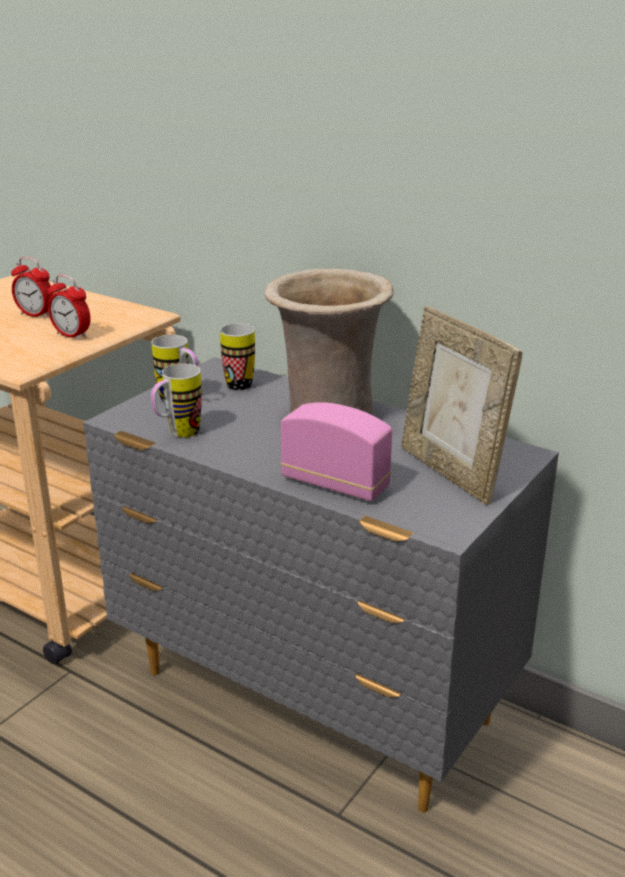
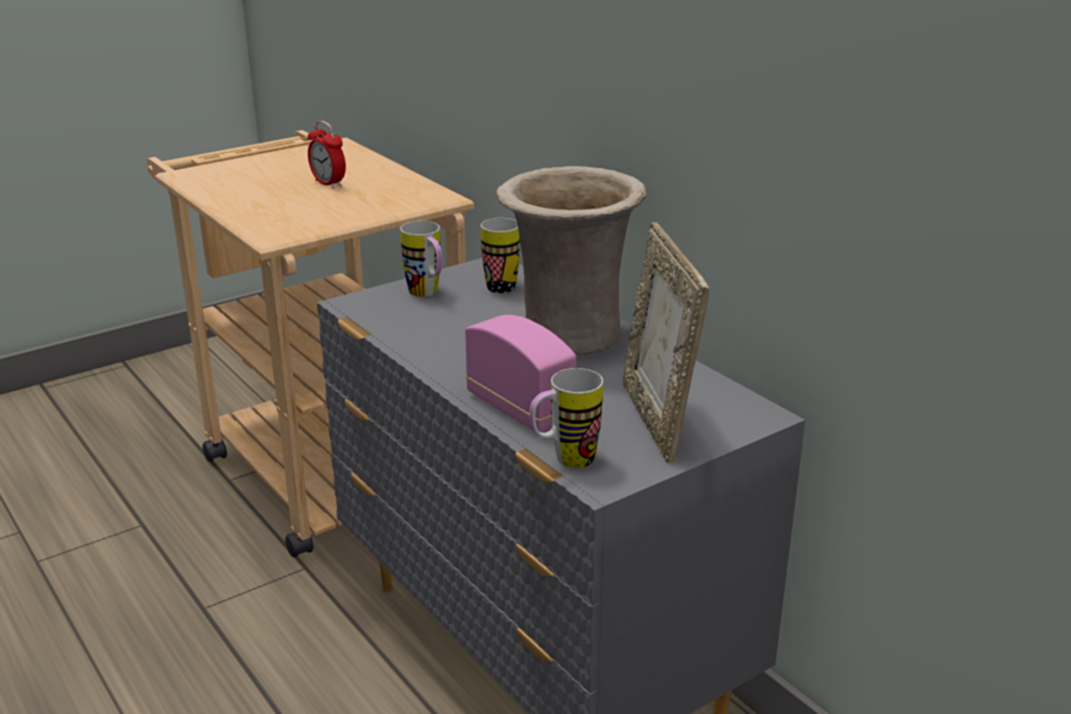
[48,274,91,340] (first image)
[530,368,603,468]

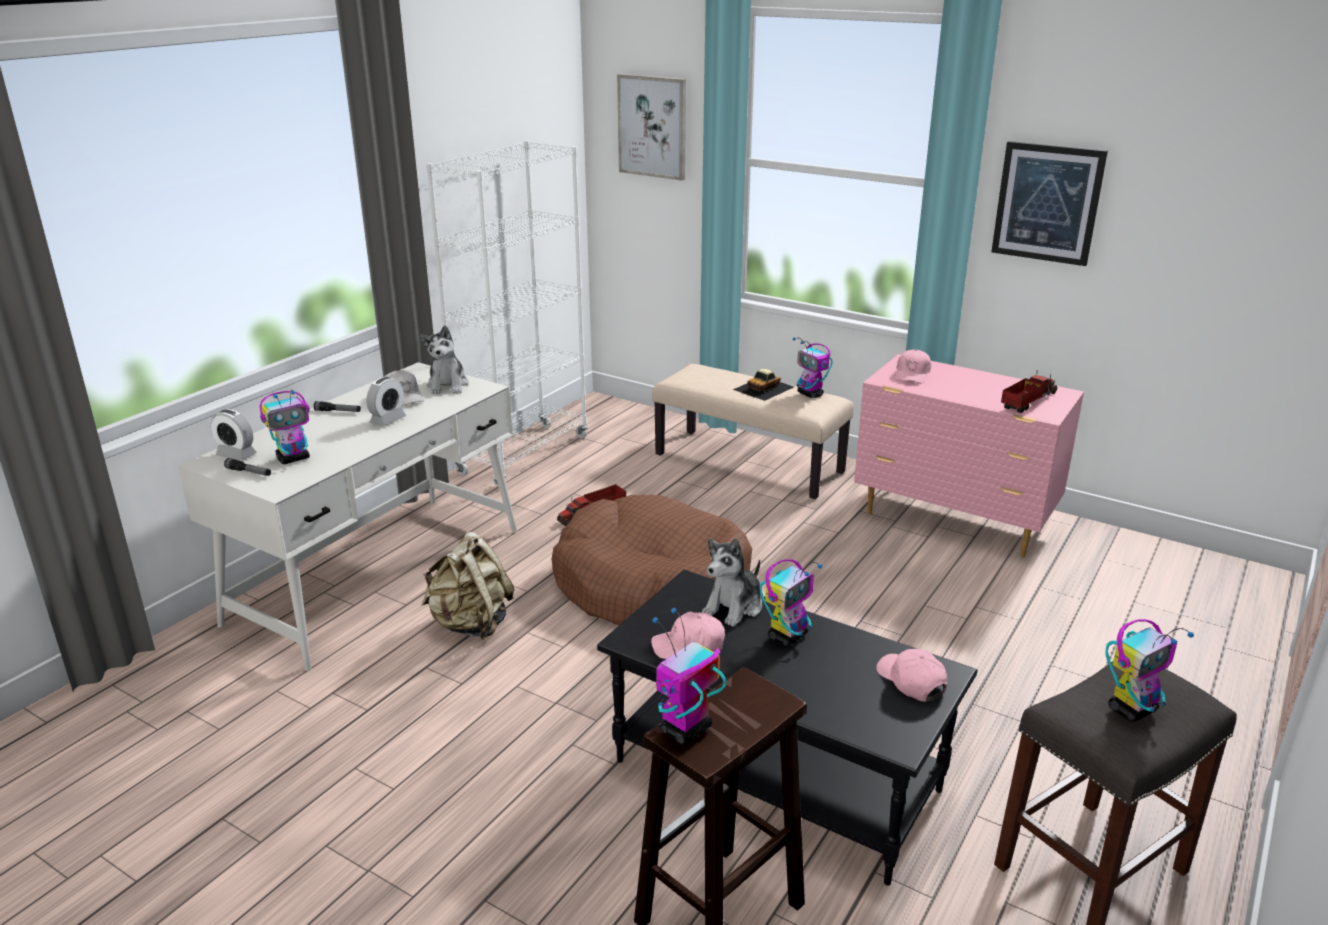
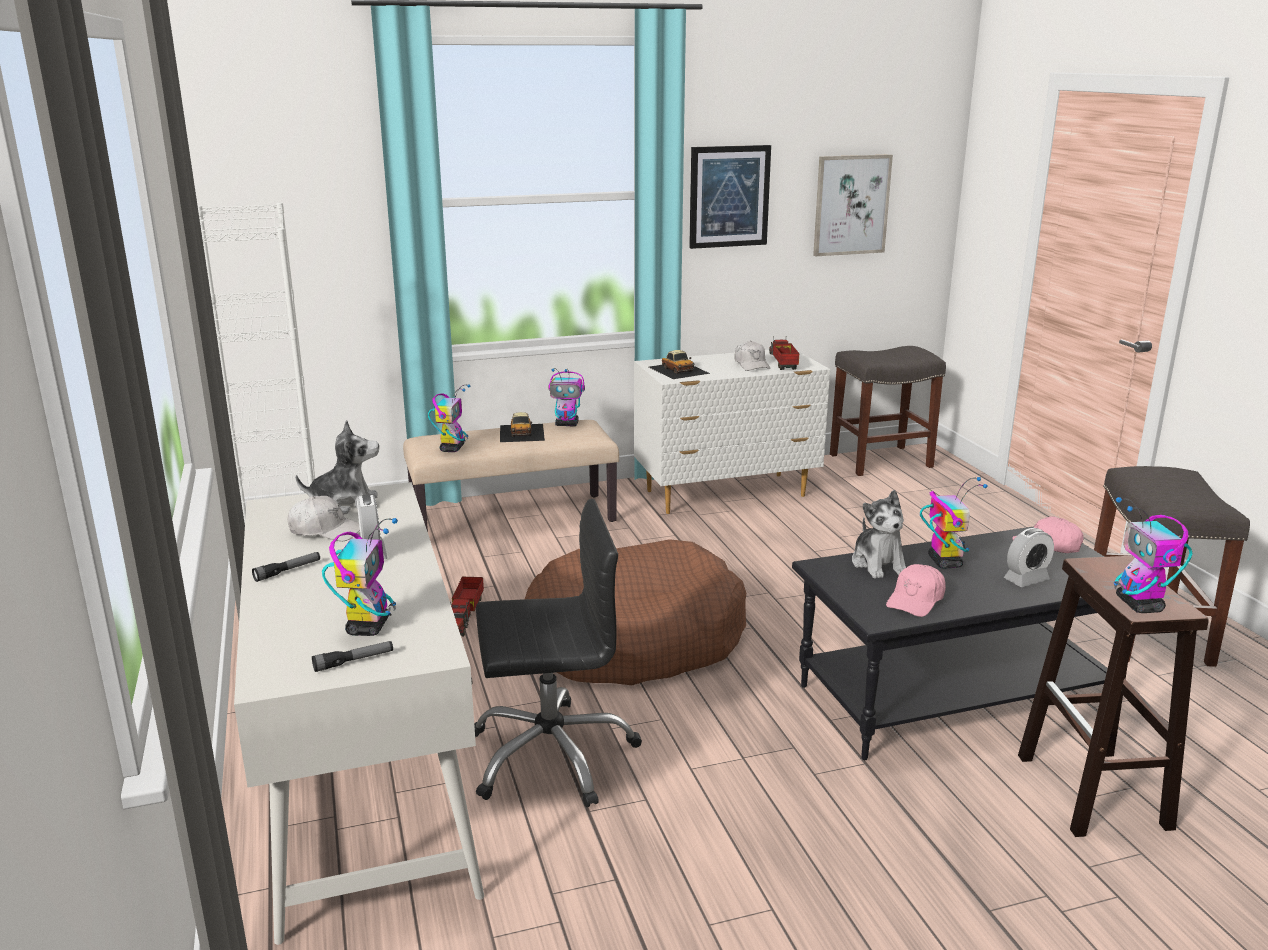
[734,341,770,371]
[830,346,946,476]
[1004,528,1054,587]
[813,154,893,256]
[428,384,470,452]
[474,499,642,807]
[649,350,710,379]
[634,350,830,514]
[295,420,379,514]

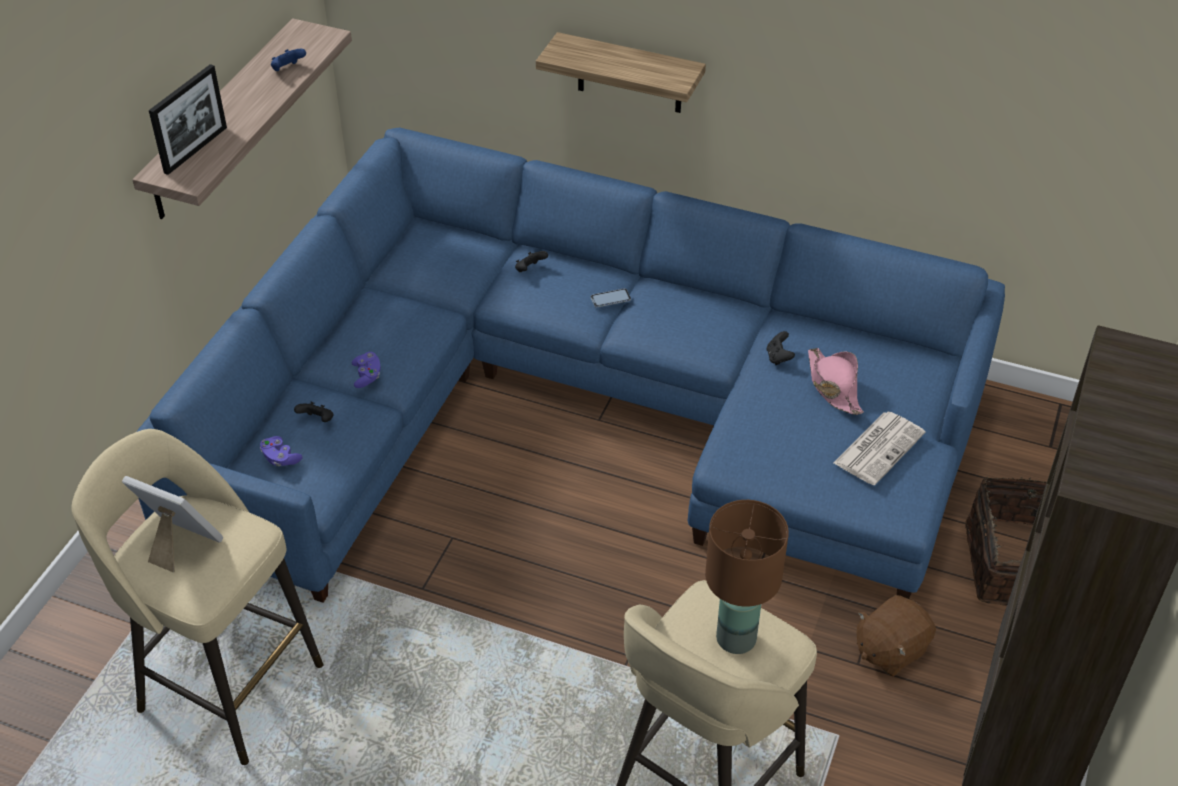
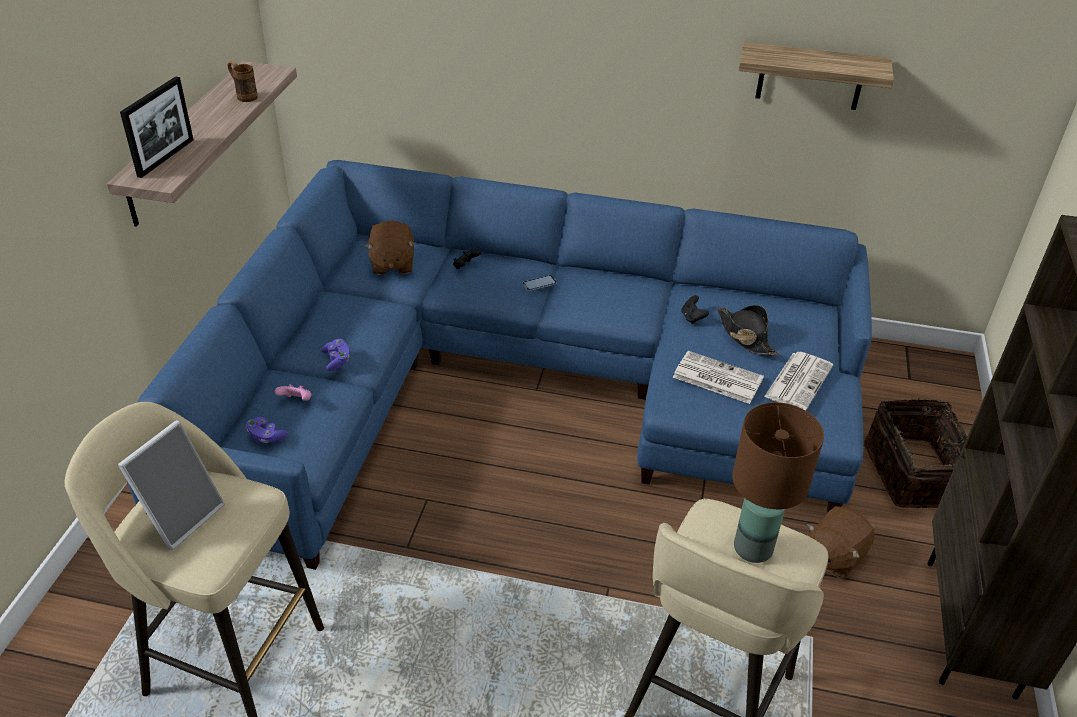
[365,220,416,275]
[673,351,764,404]
[739,42,894,110]
[228,61,258,102]
[275,384,312,401]
[717,305,779,356]
[118,420,225,550]

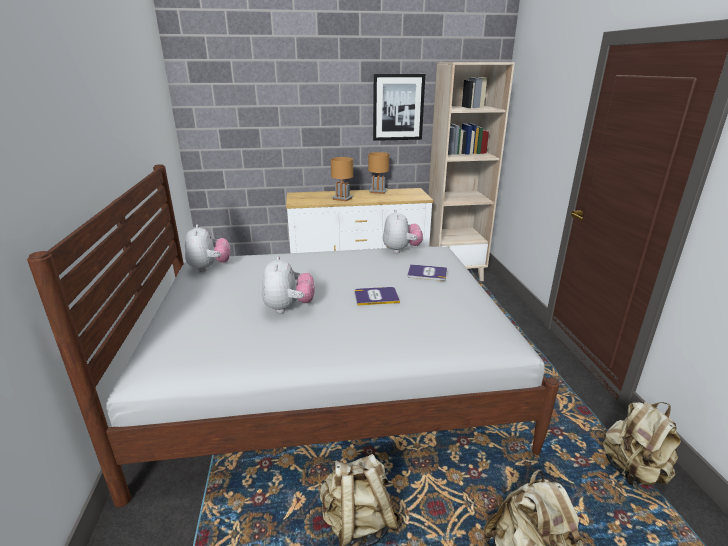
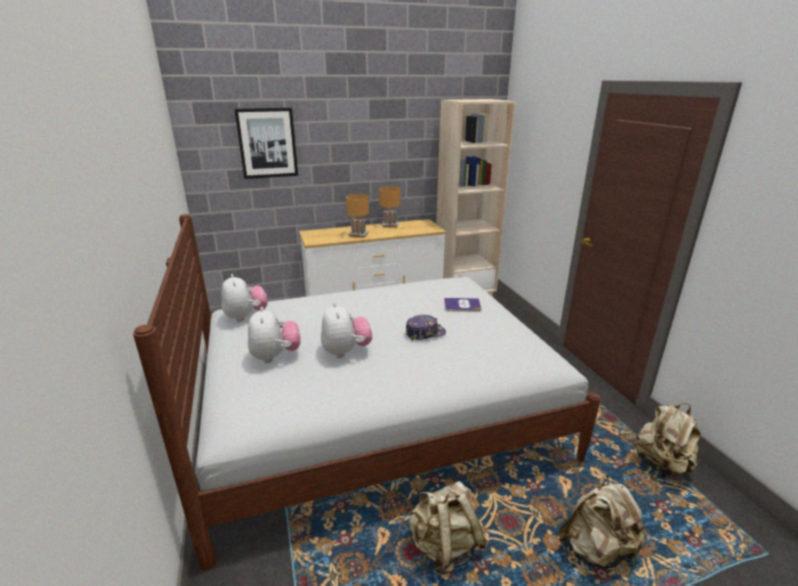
[234,108,298,179]
[248,307,301,363]
[406,315,446,341]

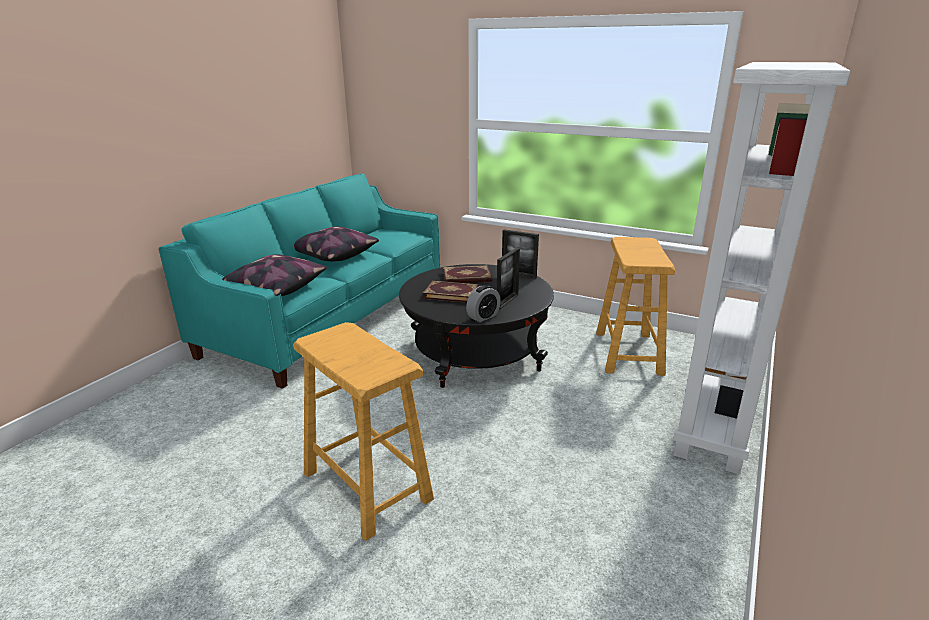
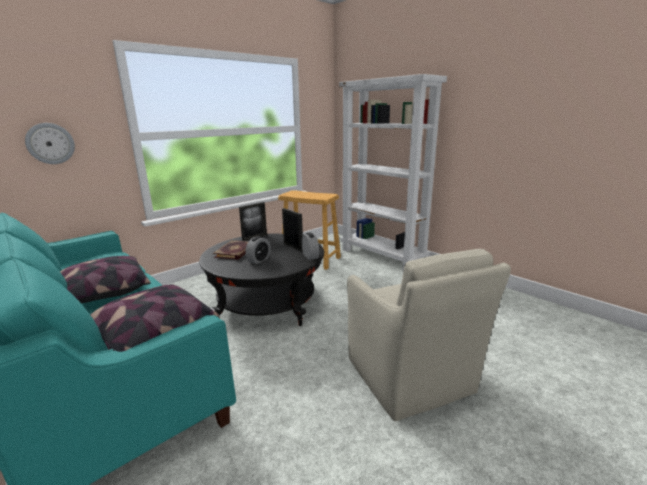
[25,123,75,164]
[347,249,511,421]
[245,236,271,264]

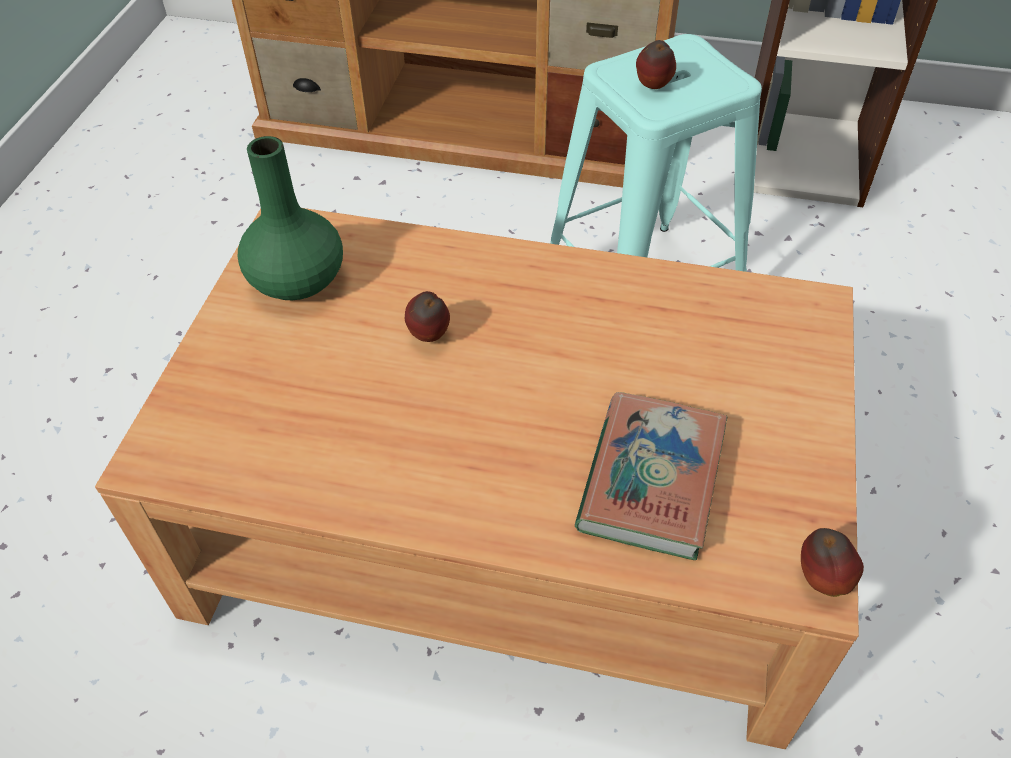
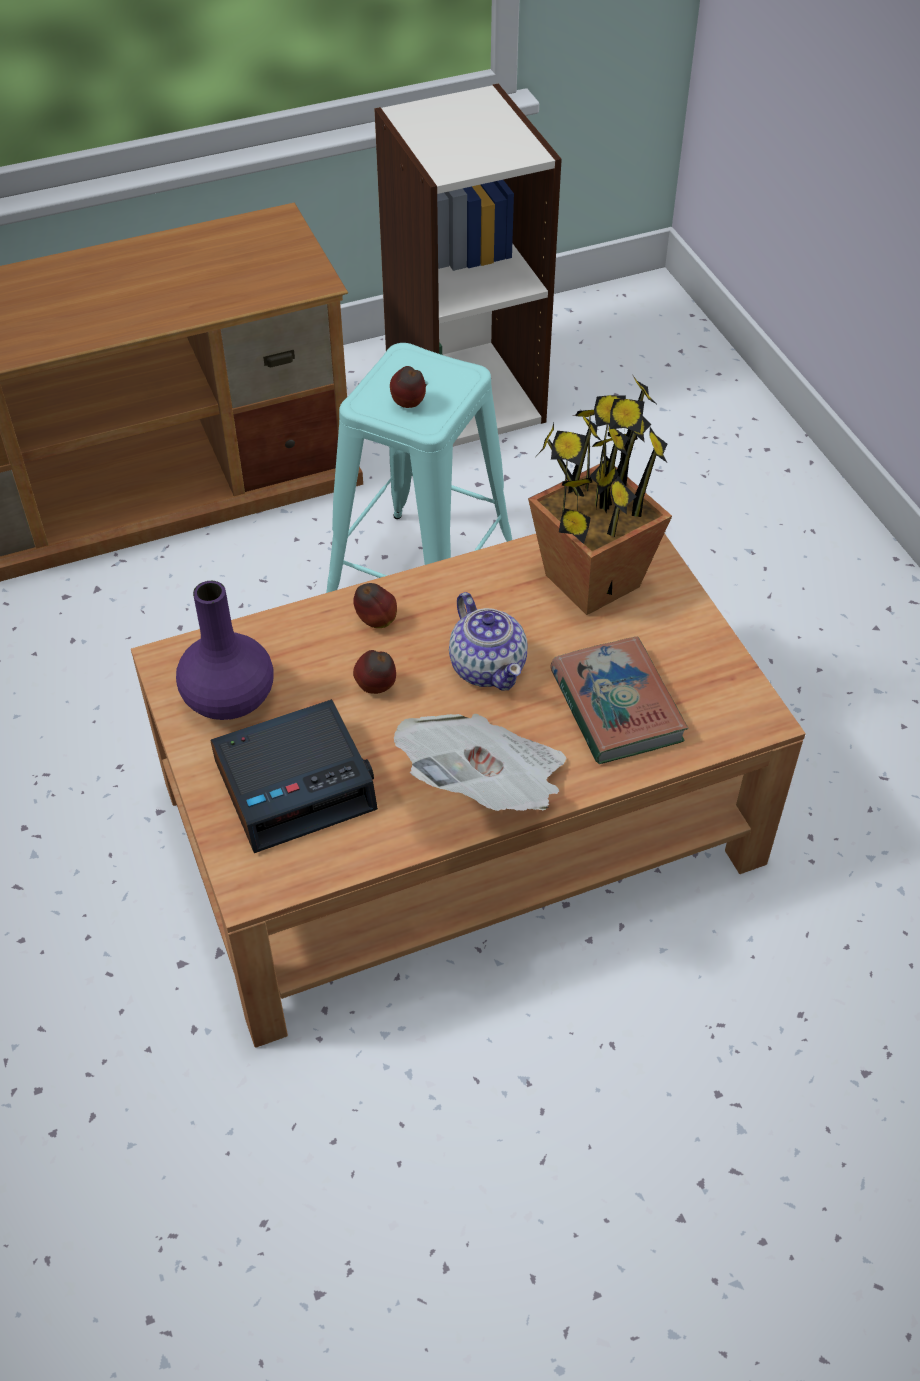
[210,699,378,853]
[394,714,566,811]
[449,592,528,690]
[528,376,672,615]
[353,583,397,628]
[176,581,274,720]

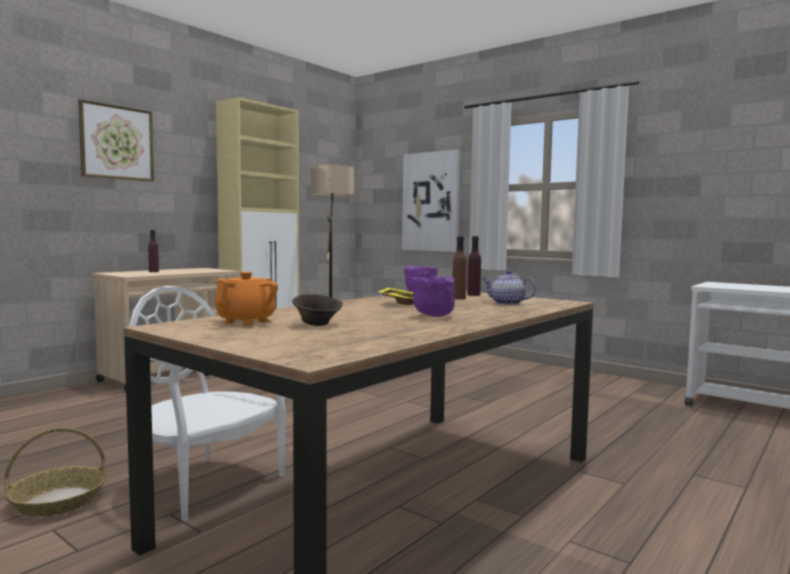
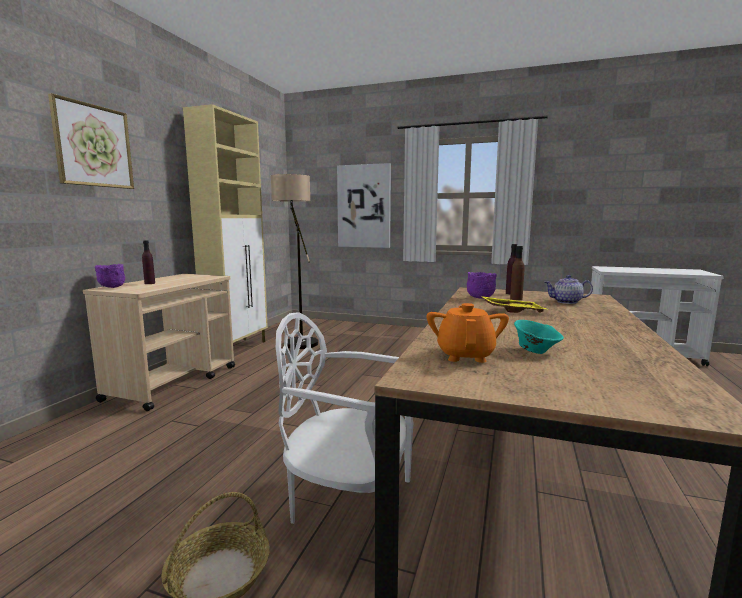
[95,264,125,288]
[514,320,564,354]

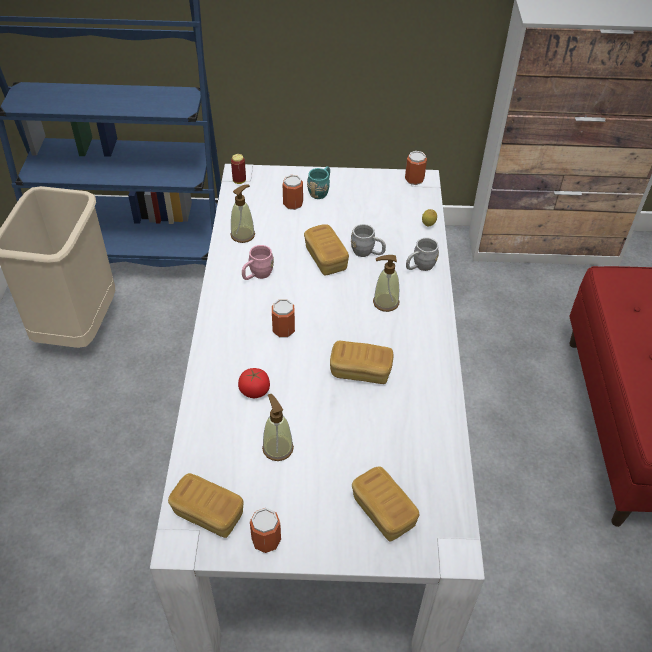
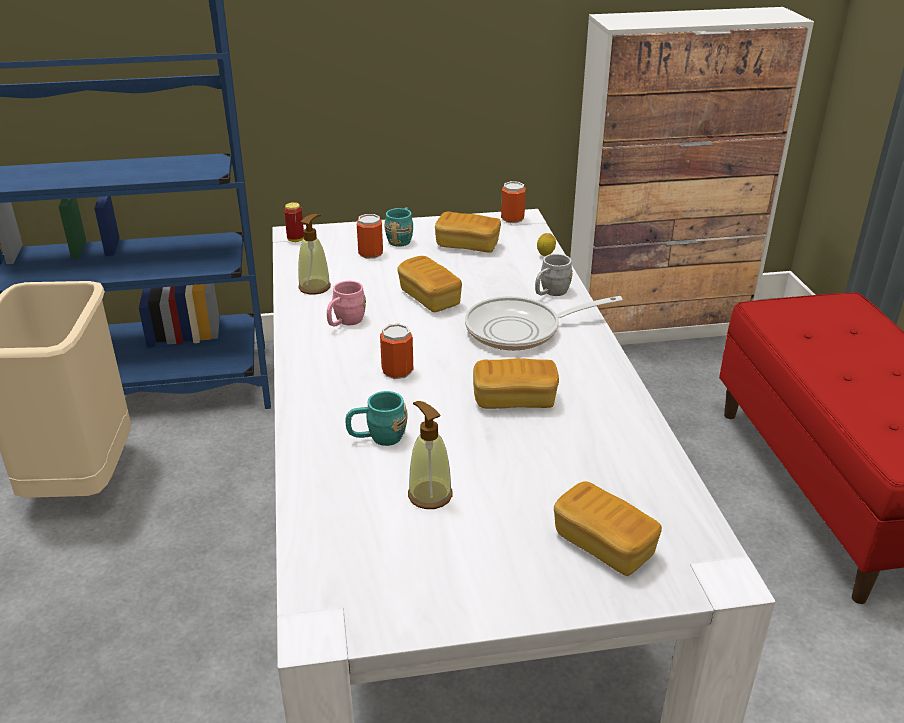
[250,508,281,553] (first image)
[351,224,386,257] (first image)
[435,211,501,253]
[345,391,408,446]
[465,296,623,350]

